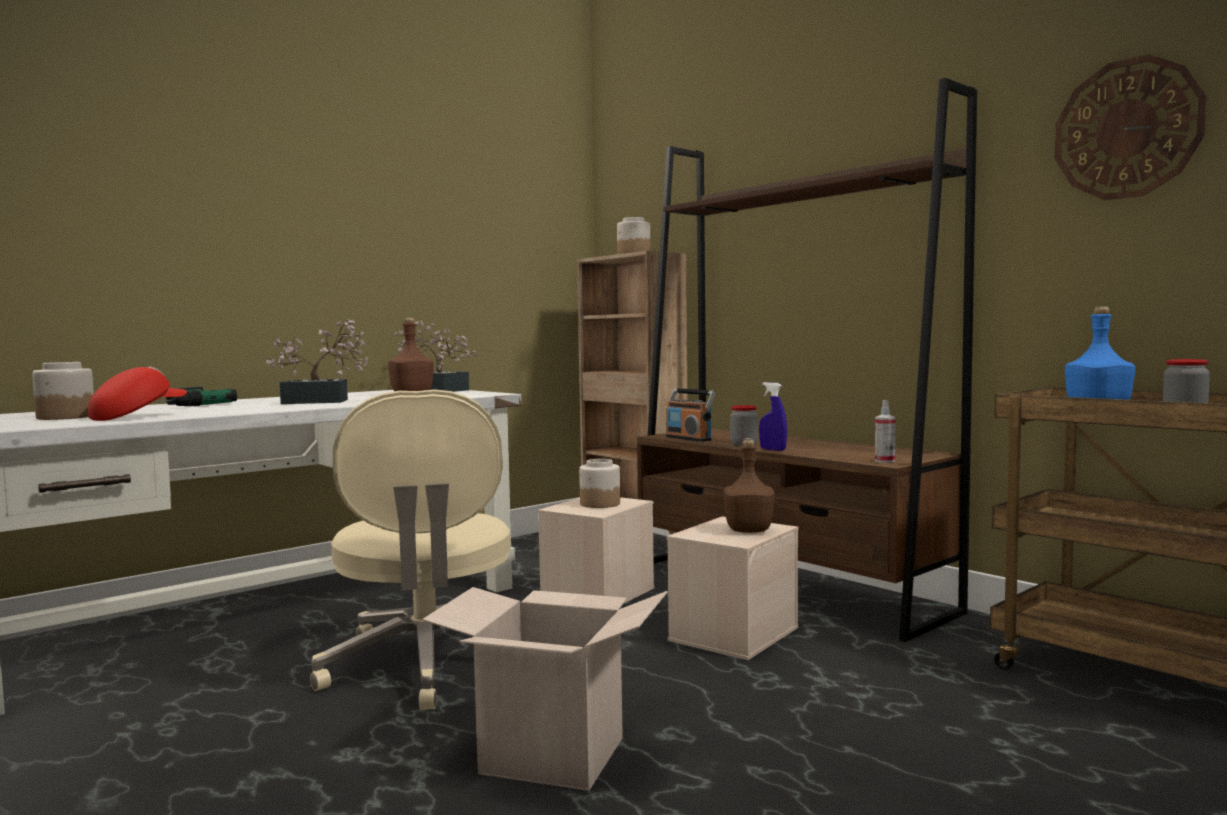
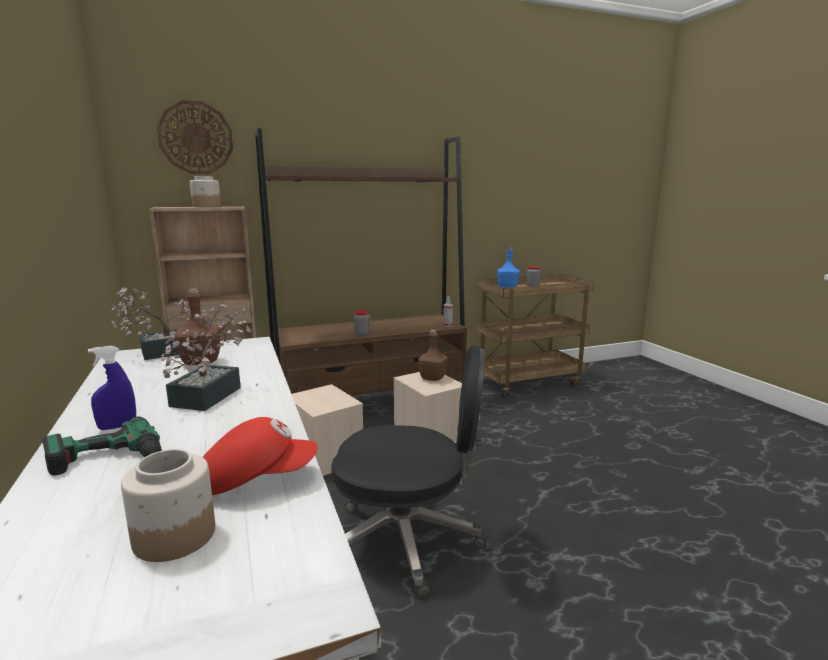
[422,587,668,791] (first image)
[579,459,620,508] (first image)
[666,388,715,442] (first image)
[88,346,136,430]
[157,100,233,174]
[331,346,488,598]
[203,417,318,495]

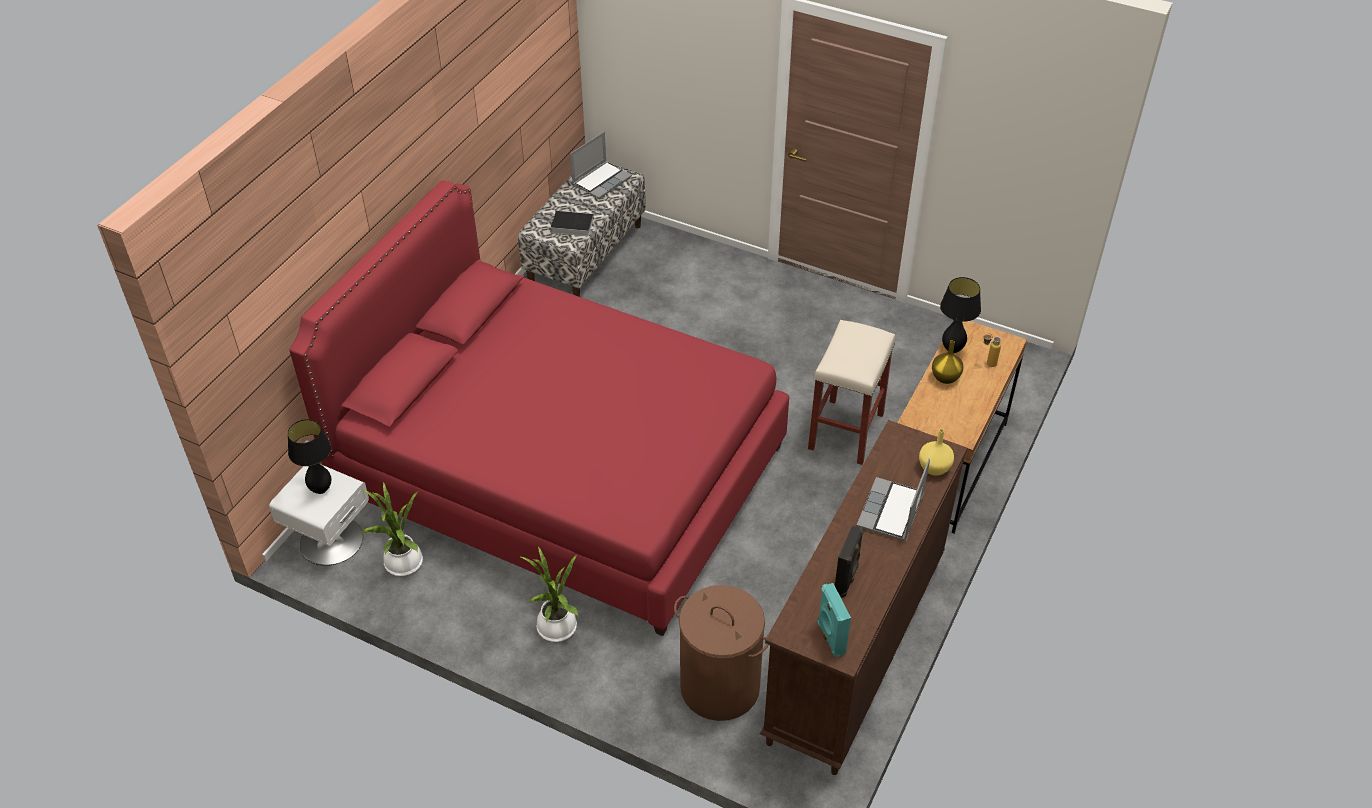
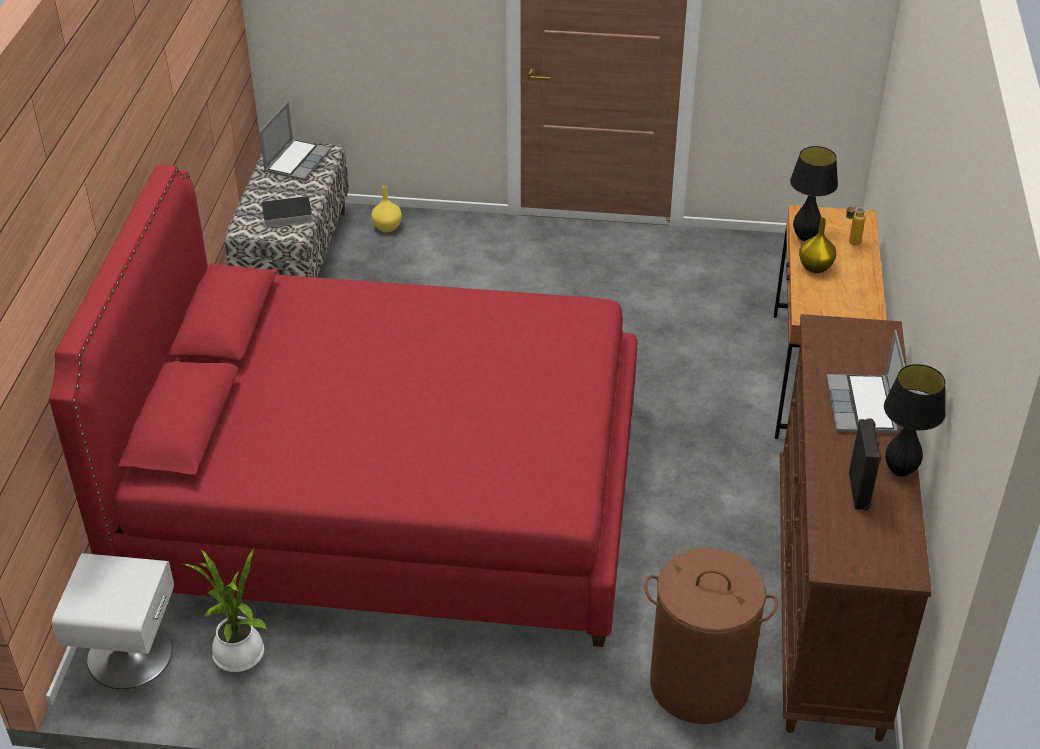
[521,547,579,642] (first image)
[808,320,895,465] (first image)
[818,583,851,657] (first image)
[884,364,946,477]
[371,186,402,232]

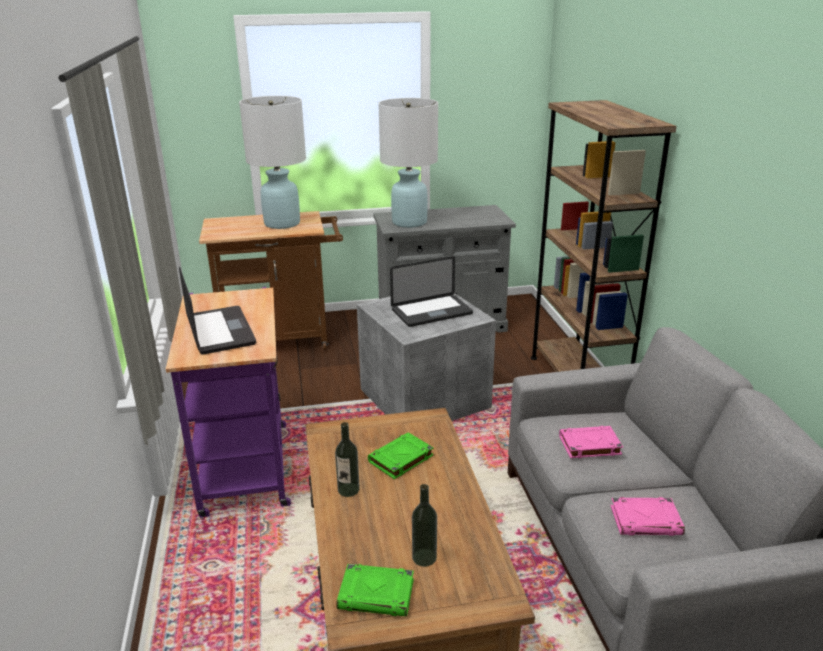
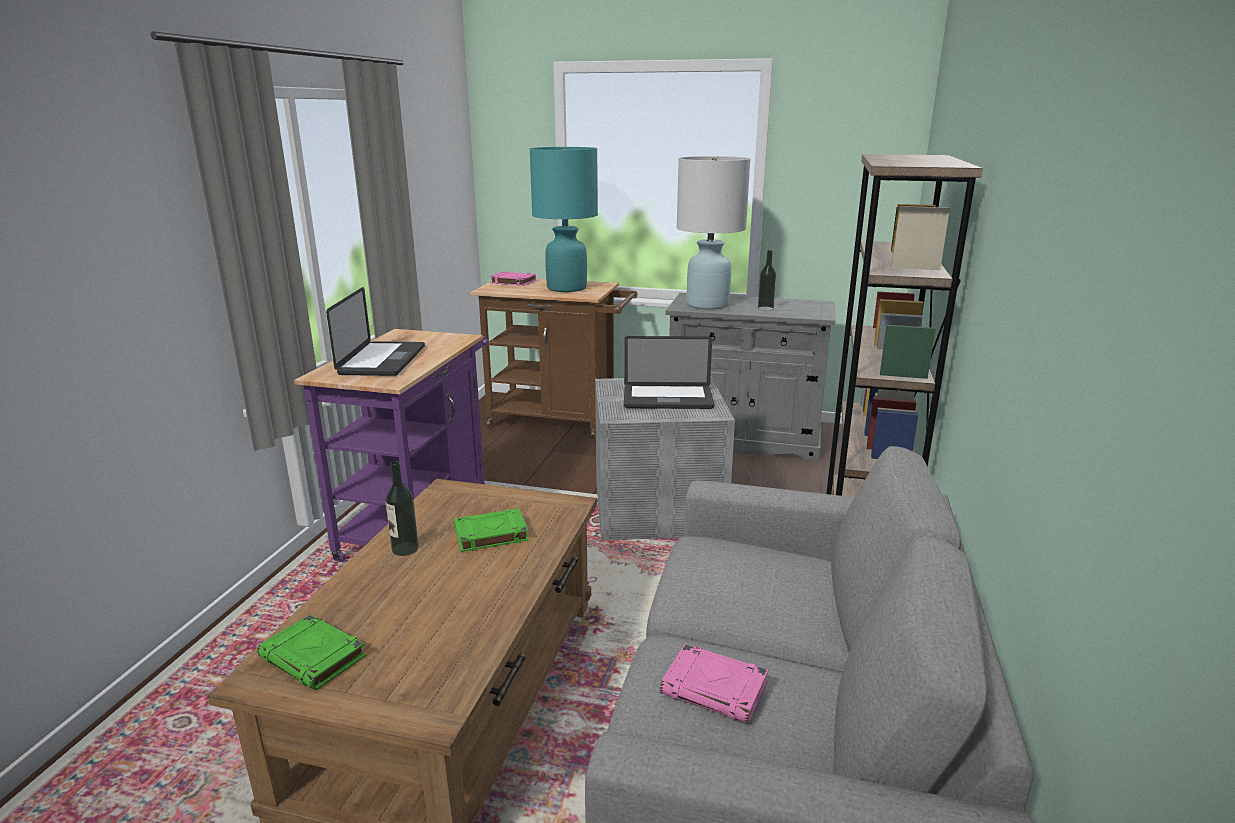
[758,250,776,311]
[490,272,536,286]
[529,147,598,292]

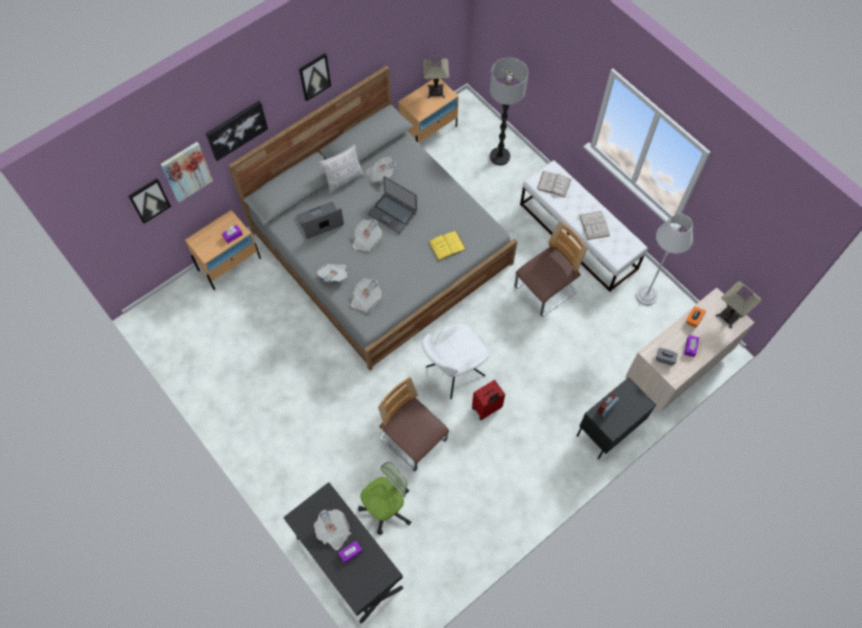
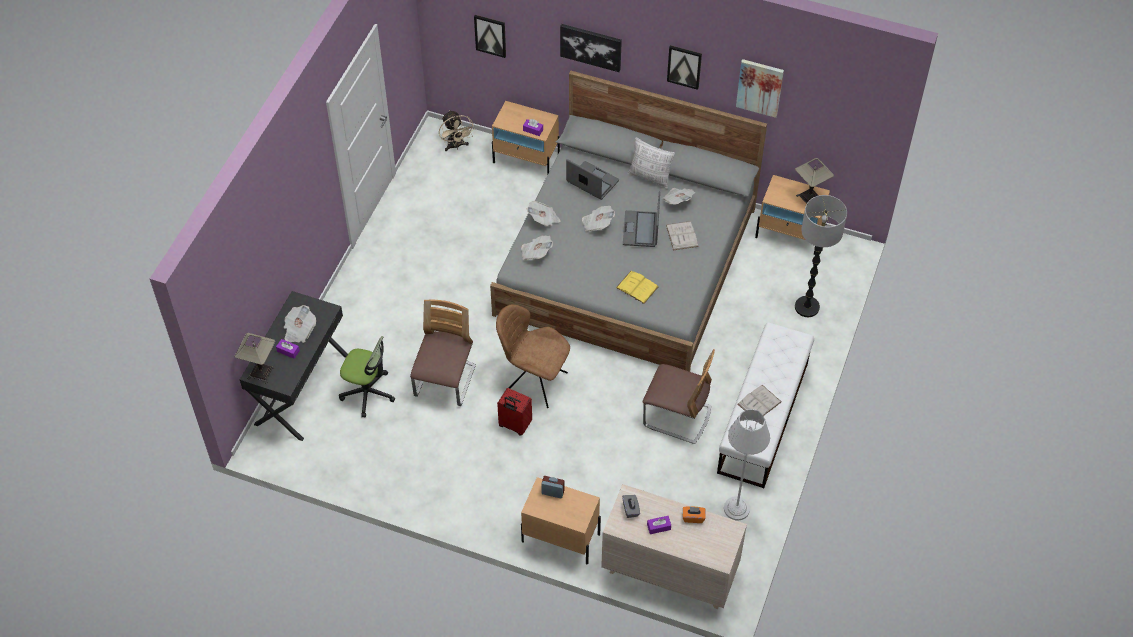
[439,110,475,151]
[736,59,784,118]
[666,221,699,250]
[235,333,276,384]
[496,304,570,408]
[521,477,601,564]

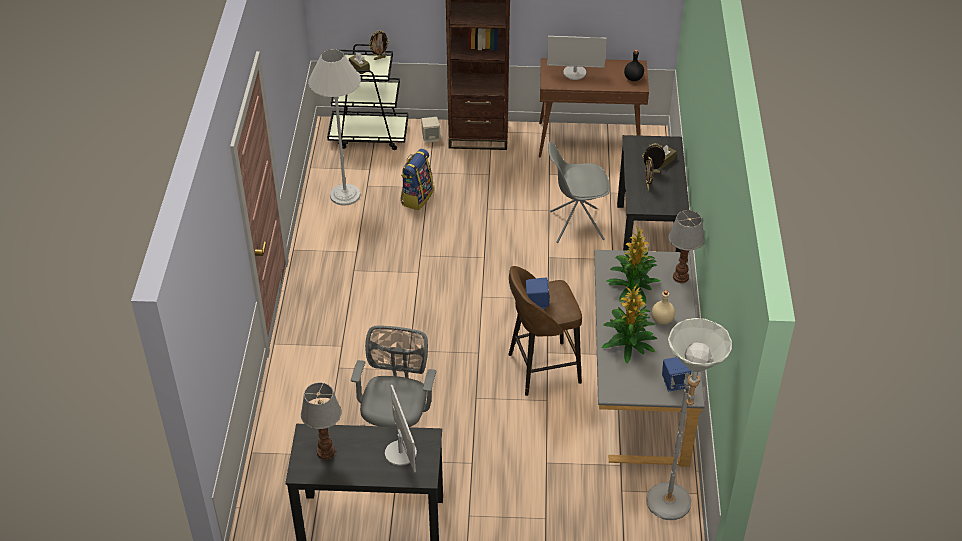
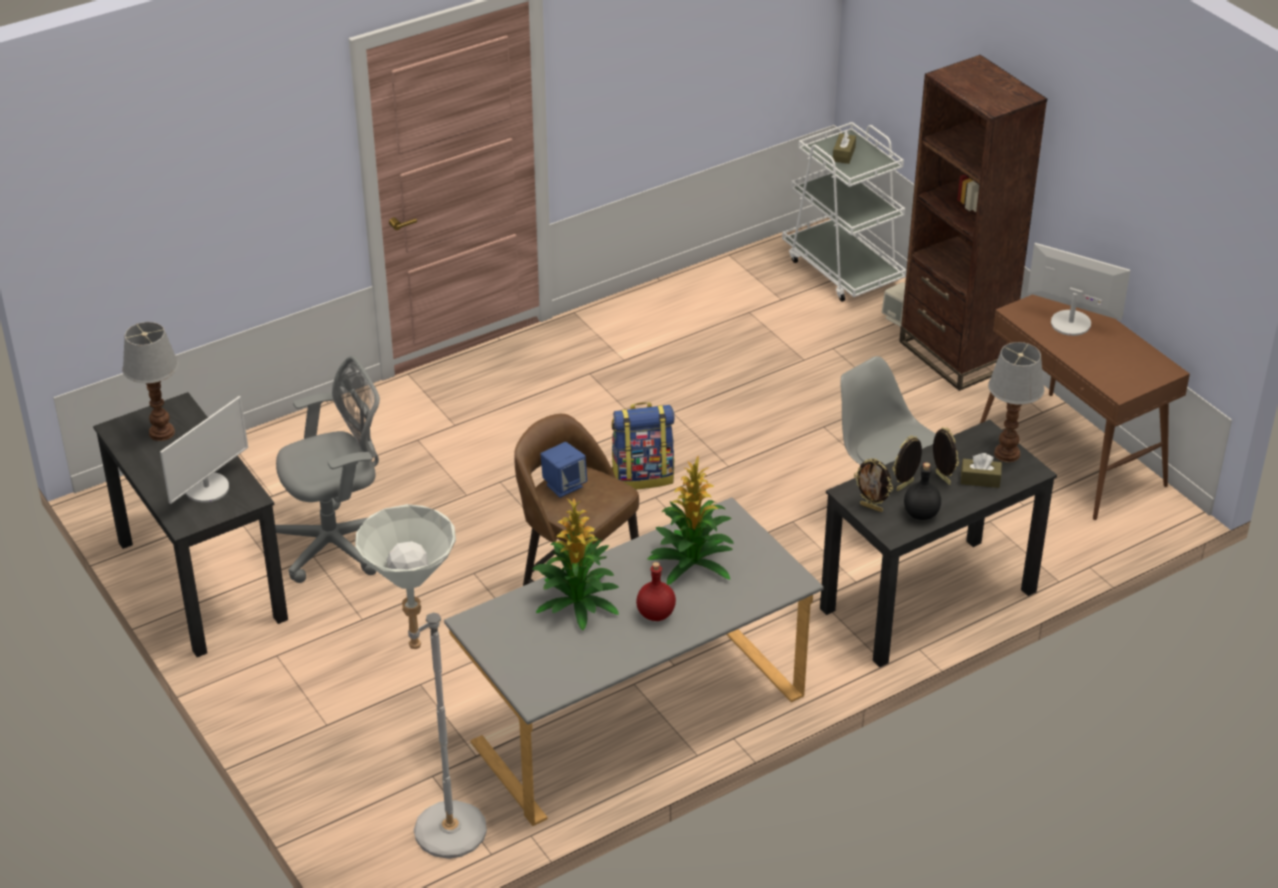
[308,49,361,206] (first image)
[662,357,691,391] (first image)
[854,458,893,512]
[611,402,674,490]
[904,462,941,520]
[988,342,1045,463]
[782,122,907,302]
[636,562,676,621]
[1028,243,1130,336]

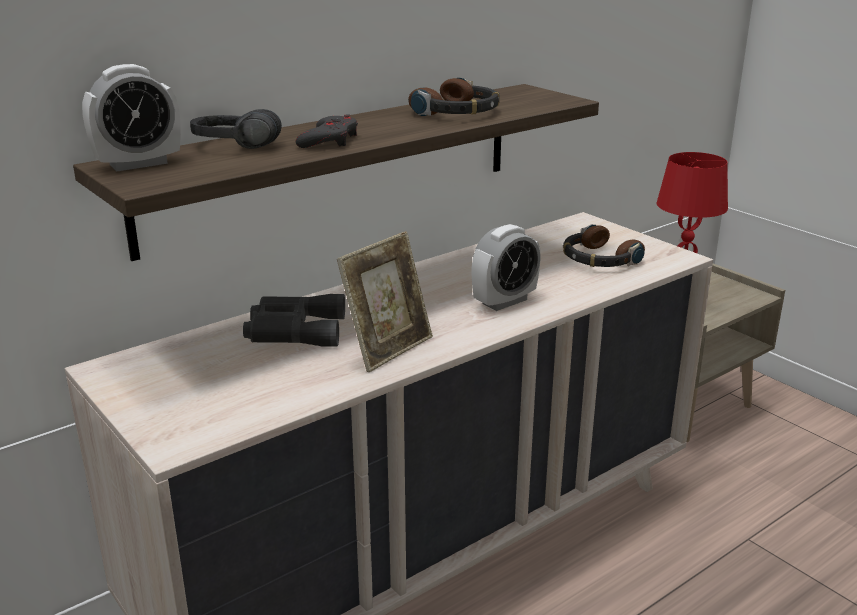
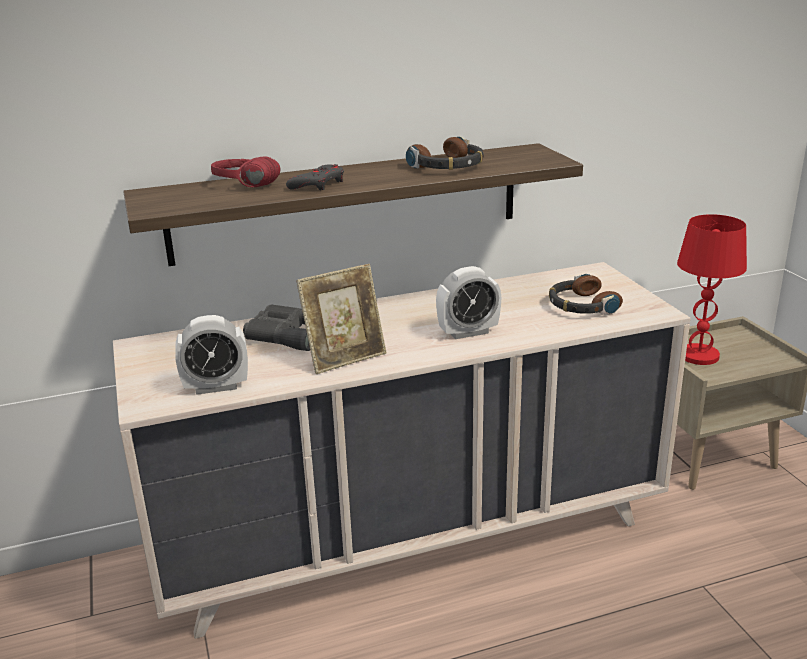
[175,315,248,395]
[211,157,281,187]

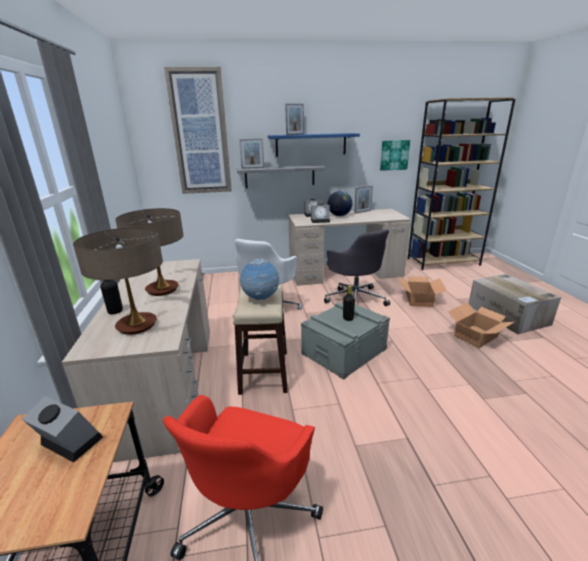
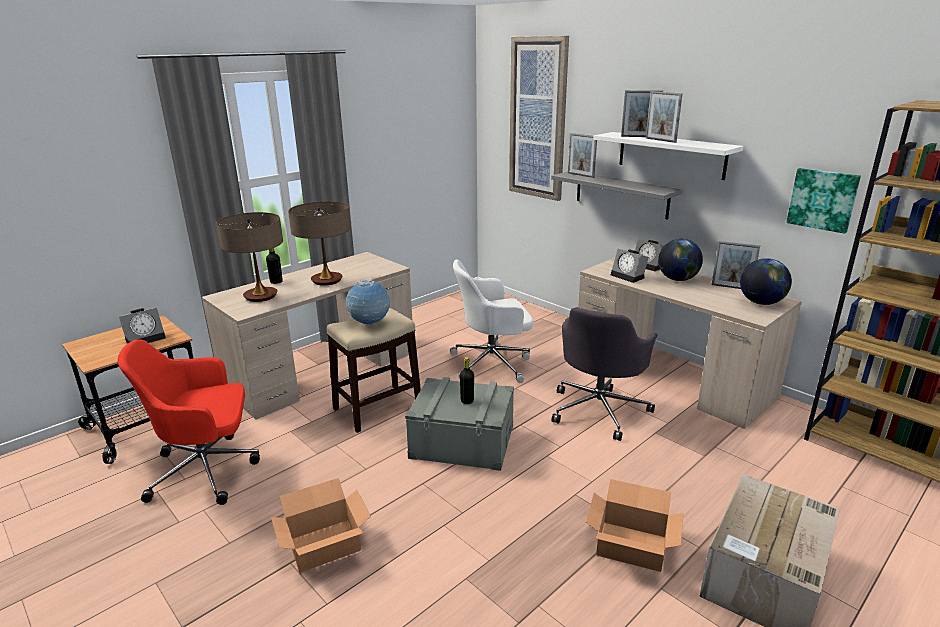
[646,91,683,143]
[740,258,792,305]
[271,478,371,573]
[593,132,743,180]
[119,308,166,343]

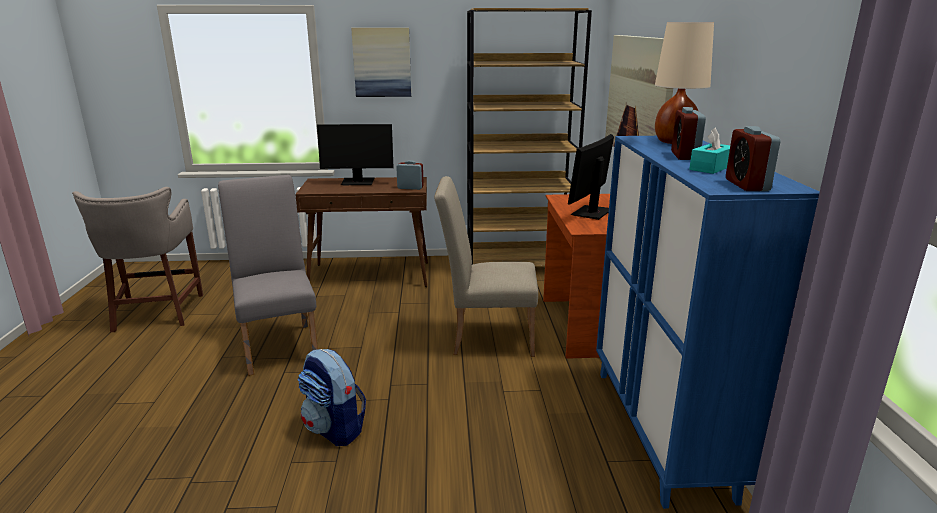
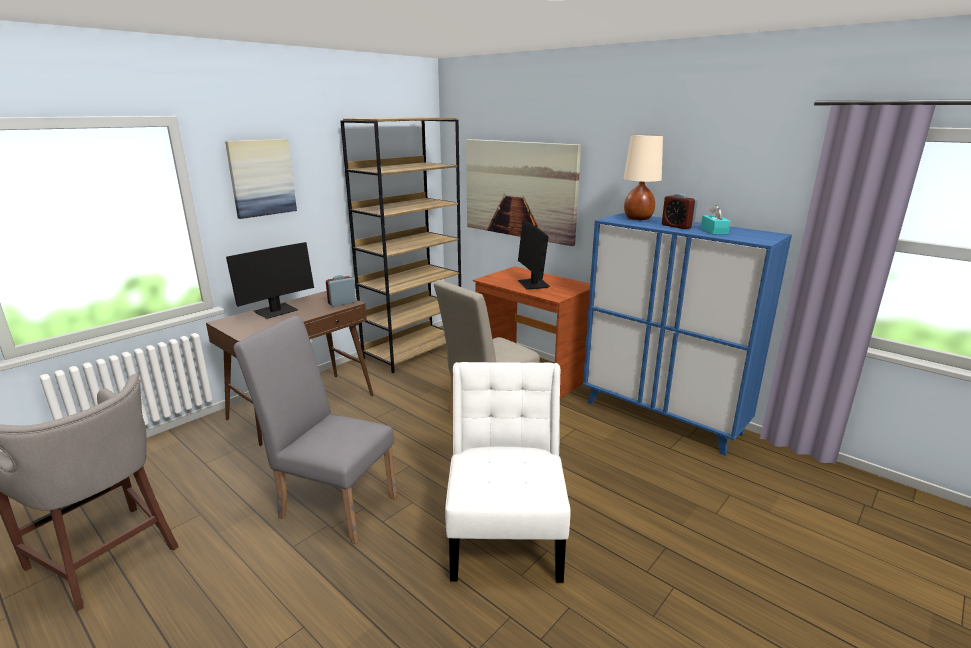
[726,126,780,191] (first image)
[445,362,571,583]

